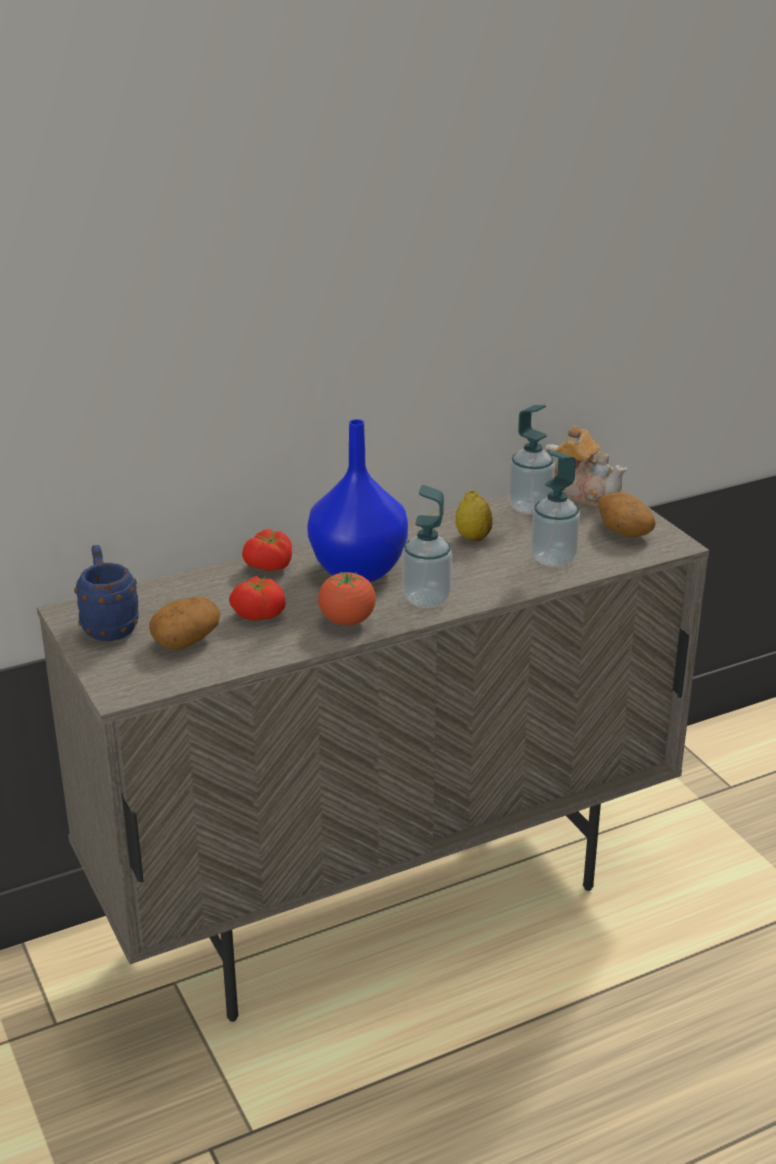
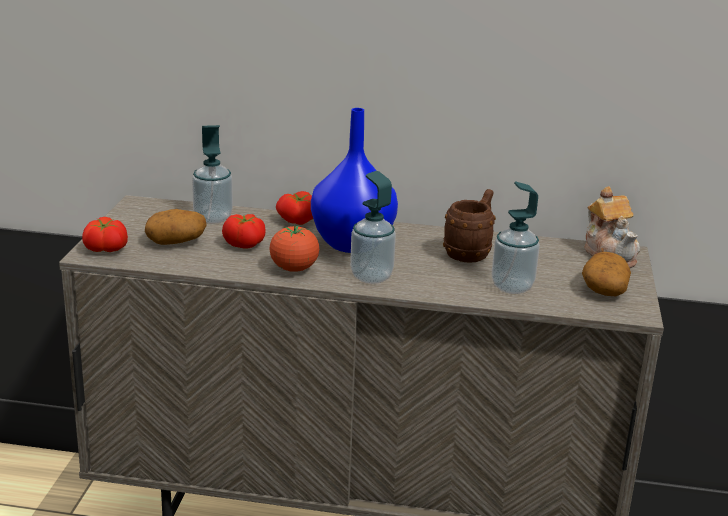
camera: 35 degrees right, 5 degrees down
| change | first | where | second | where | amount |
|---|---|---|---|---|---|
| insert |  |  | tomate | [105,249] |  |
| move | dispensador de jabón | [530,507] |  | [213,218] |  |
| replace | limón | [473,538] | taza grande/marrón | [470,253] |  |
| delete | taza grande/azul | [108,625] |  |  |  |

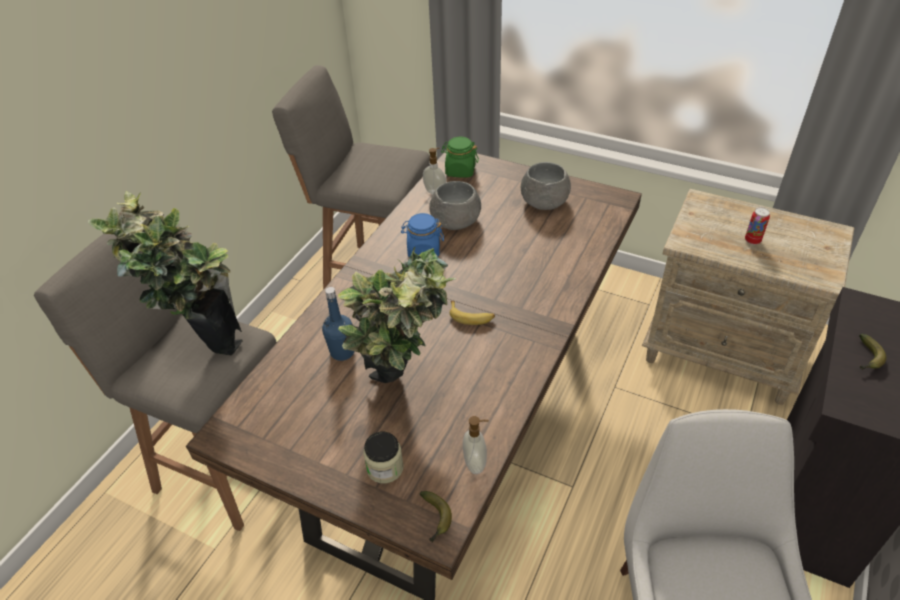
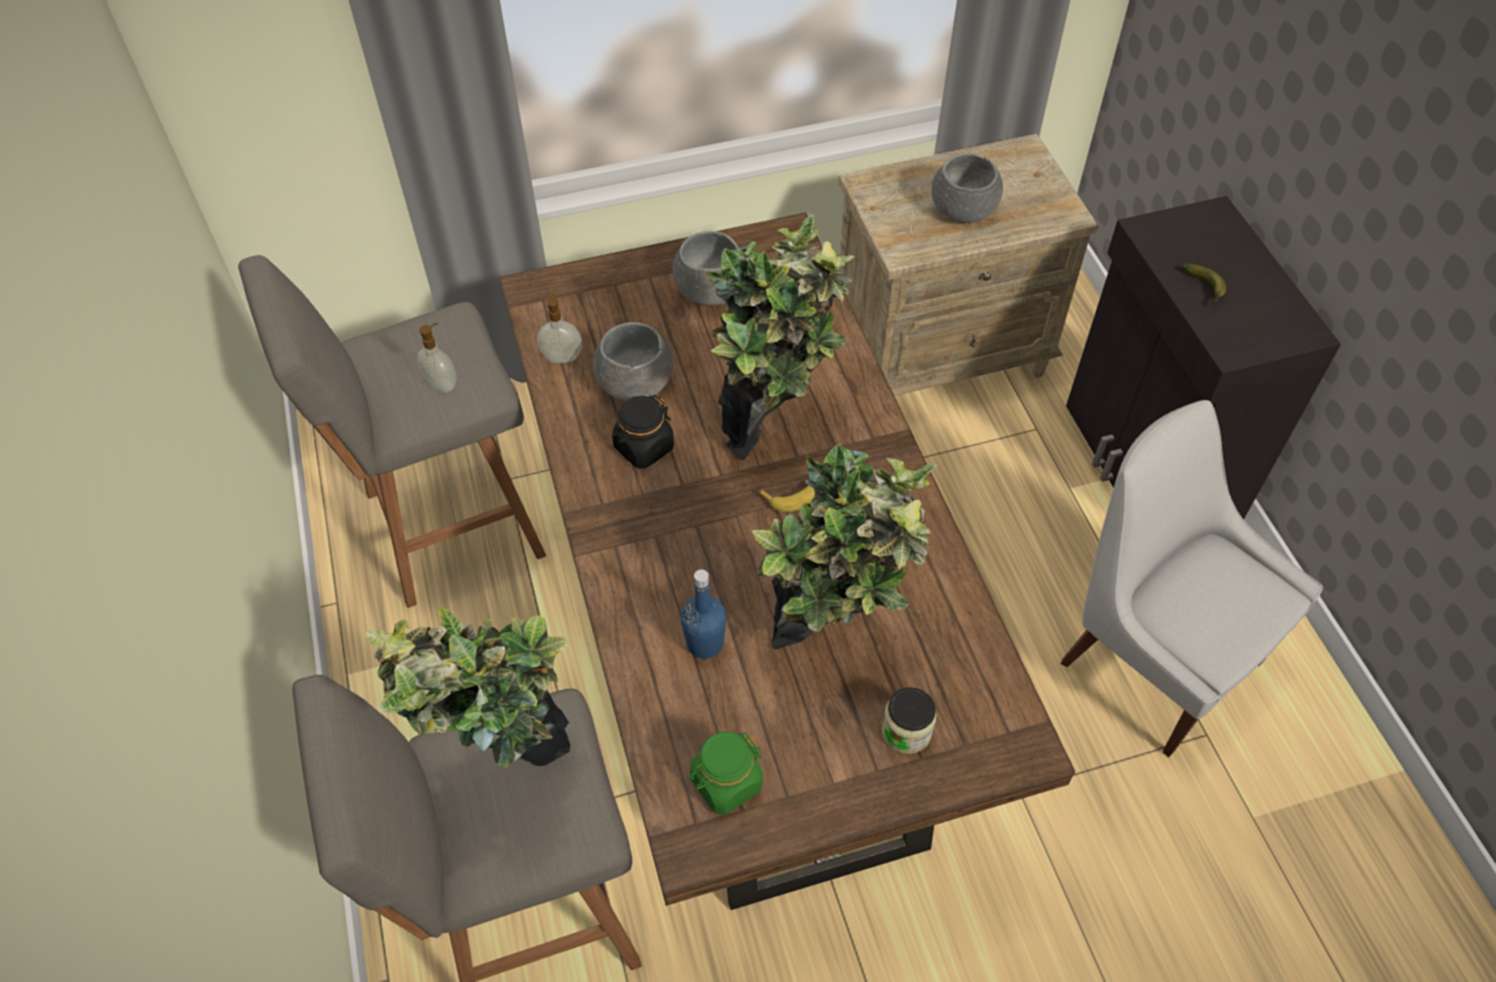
camera: 45 degrees left, 10 degrees up
| change | first | where | second | where | amount |
|---|---|---|---|---|---|
| move | dispensador de jabón | [476,463] |  | [442,383] |  |
| recolor | tarro/azul | [423,250] | tarro/negro | [643,447] |  |
| move | tarro/verde | [460,171] |  | [726,783] |  |
| insert |  |  | planta en maceta | [772,425] |  |
| replace | lata | [752,240] | cuenco/gris | [964,208] |  |
| delete | plátano | [435,519] |  |  |  |

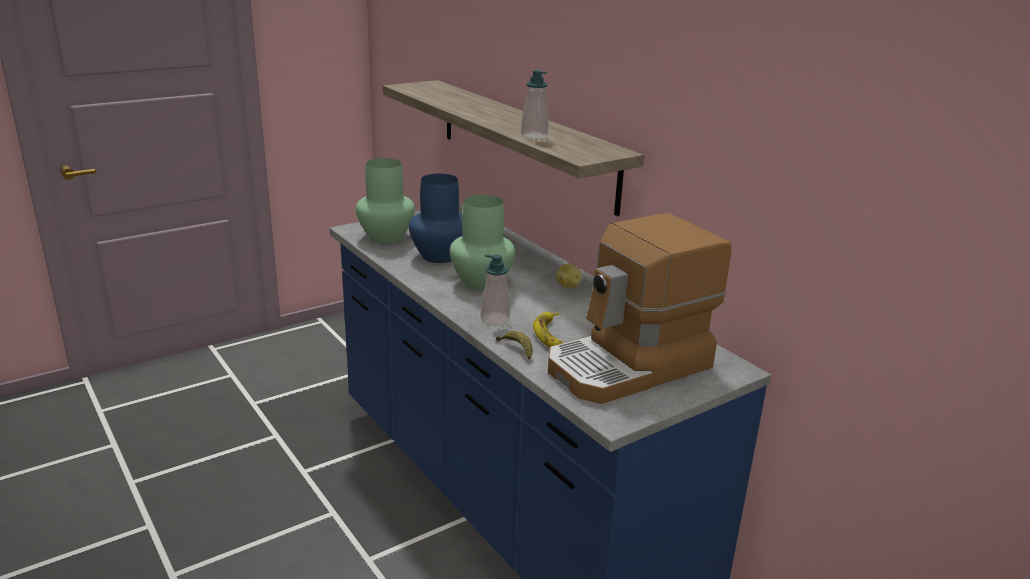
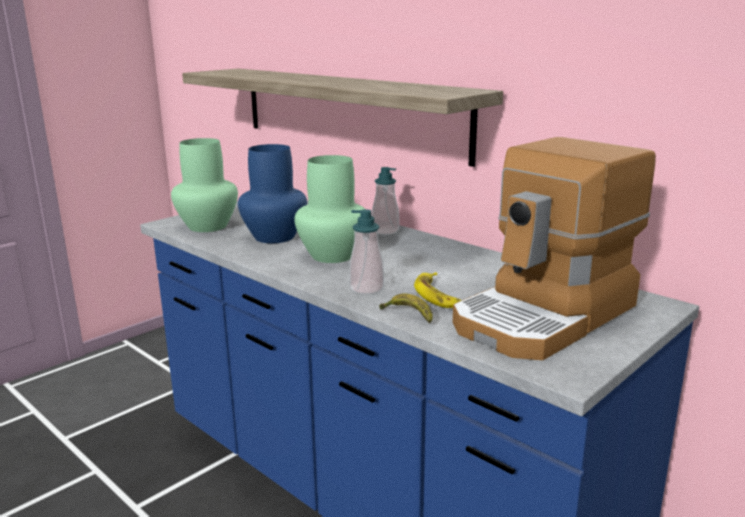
camera: 10 degrees left, 5 degrees down
| change | first | where | second | where | amount |
|---|---|---|---|---|---|
| move | dispensador de jabón | [534,136] |  | [385,231] |  |
| delete | patata | [568,286] |  |  |  |

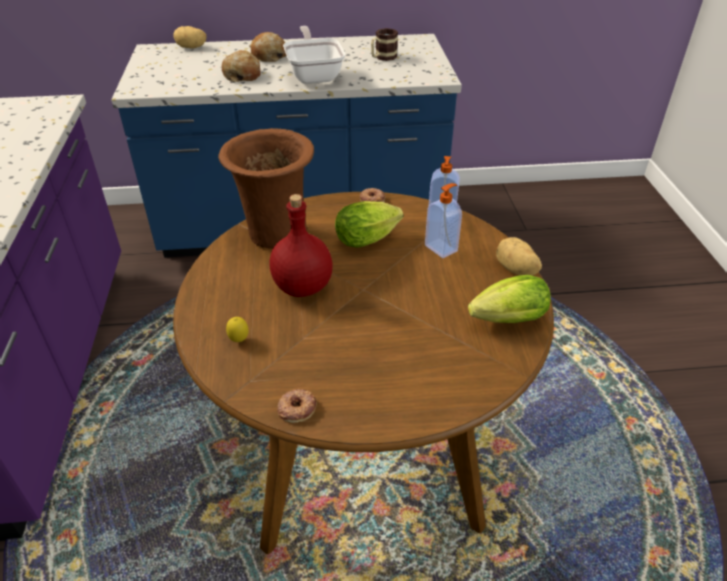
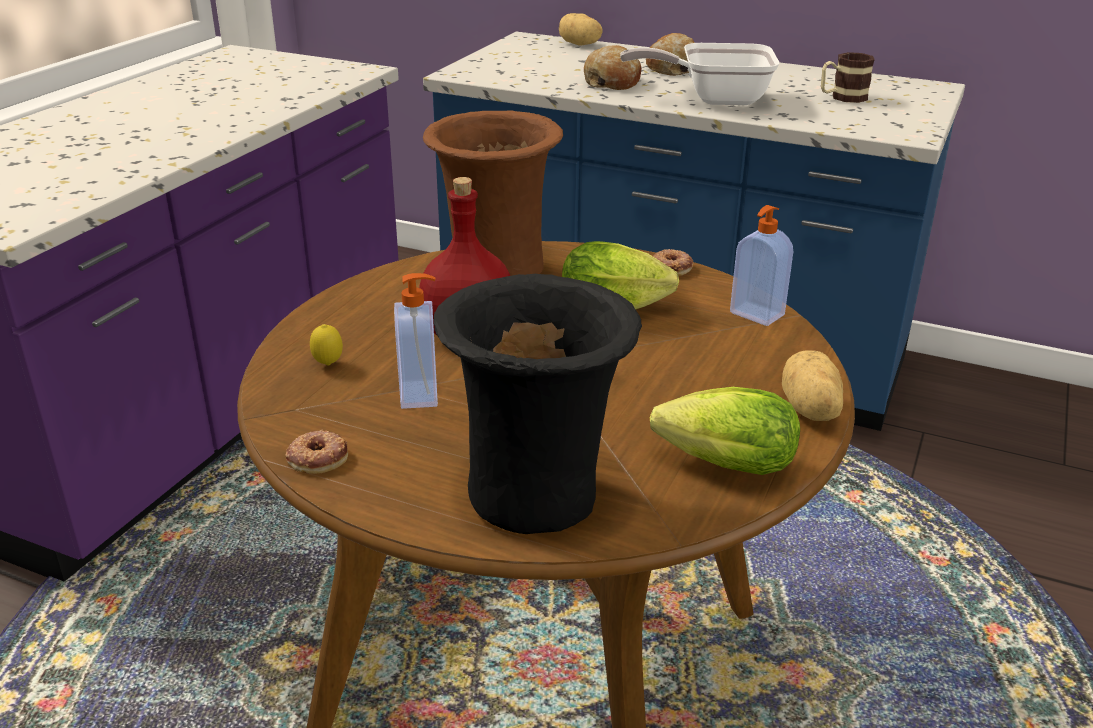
camera: 30 degrees right, 10 degrees down
| change | first | where | second | where | amount |
|---|---|---|---|---|---|
| move | dispensador de jabón | [441,248] |  | [421,394] |  |
| insert |  |  | florero/negro | [536,494] |  |
| rotate | sartén | [314,75] |  | [714,99] | 105 degrees counterclockwise |

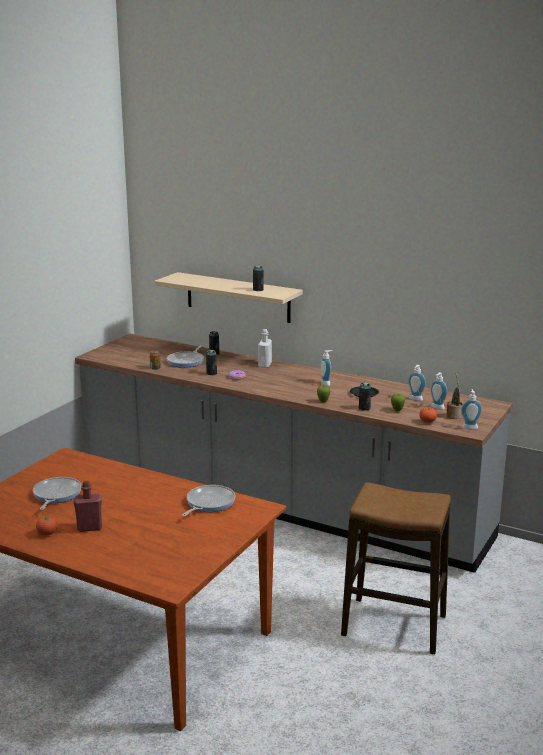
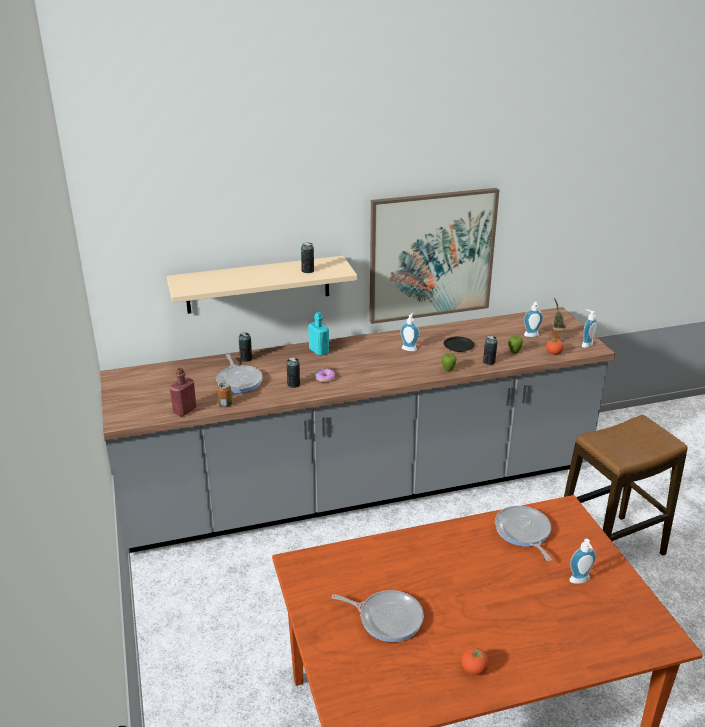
camera: 45 degrees left, 10 degrees up
| change | first | where | second | where | amount |
|---|---|---|---|---|---|
| move | botella/rojo | [89,528] |  | [184,410] |  |
| recolor | botella/blanco | [265,365] | botella/turquesa | [319,351] |  |
| rotate | sartén | [56,495] |  | [387,618] | 150 degrees clockwise |
| insert |  |  | cuadro | [431,255] |  |
| move | dispensador de jabón | [415,399] |  | [580,581] |  |

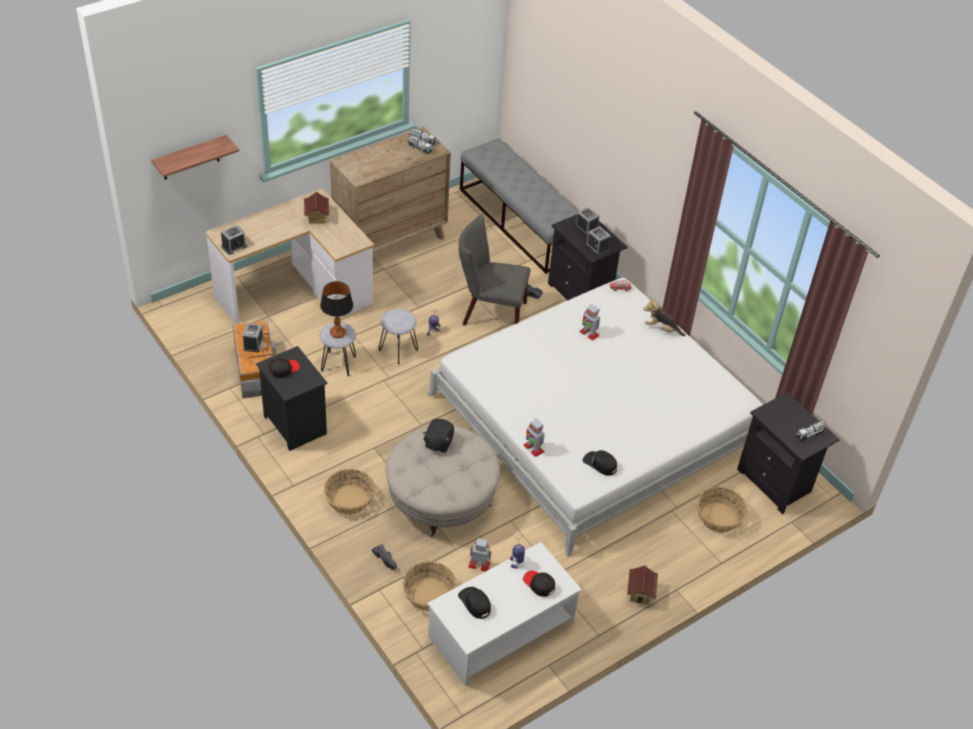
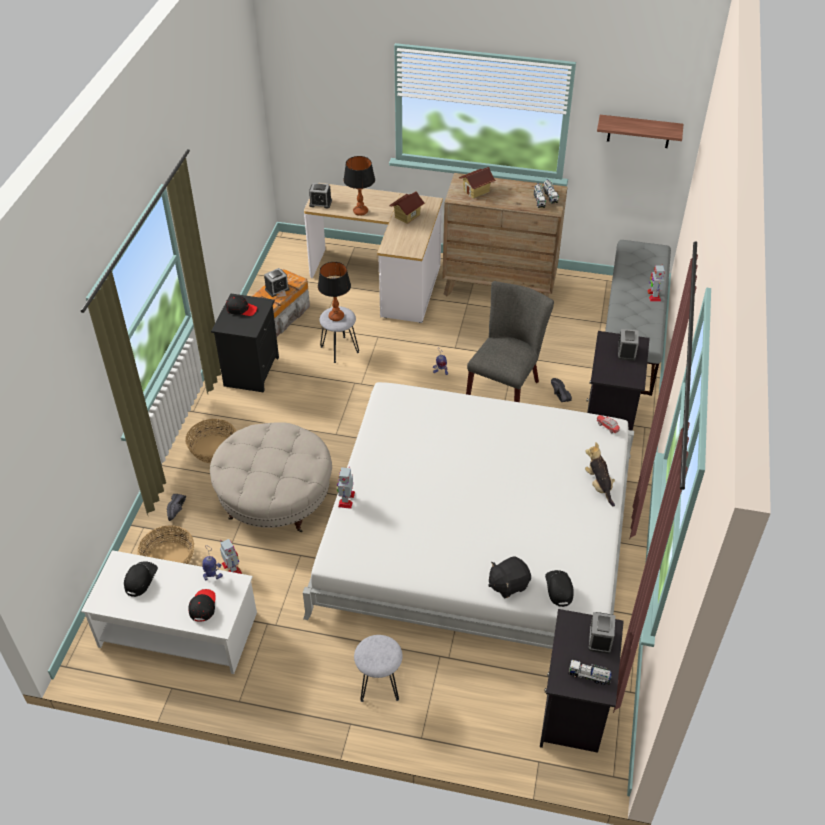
camera: 50 degrees right, 0 degrees up
| change | first | where | second | where | amount |
|---|---|---|---|---|---|
| insert |  |  | lámpara de mesa | [360,212] |  |
| move | taburete/gris | [398,350] |  | [379,683] |  |
| move | casita | [640,593] |  | [476,191] |  |
| rotate | silla/gris | [489,313] |  | [505,388] | 60 degrees clockwise |
| move | peluche/negro | [438,443] |  | [508,584] |  |
| move | gorra/negro | [600,464] |  | [559,588] |  |
| move | despertador | [597,247] |  | [600,639] |  |
| move | estante | [190,158] |  | [639,131] |  |
| move | robot de juguete | [589,333] |  | [654,295] |  |
| delete | cesta | [719,518] |  |  |  |

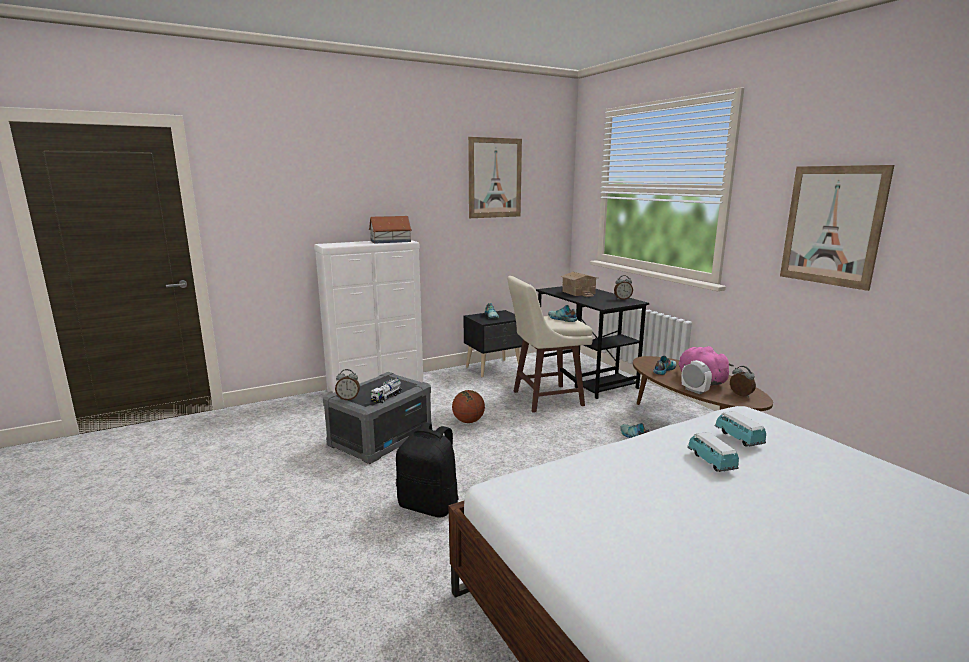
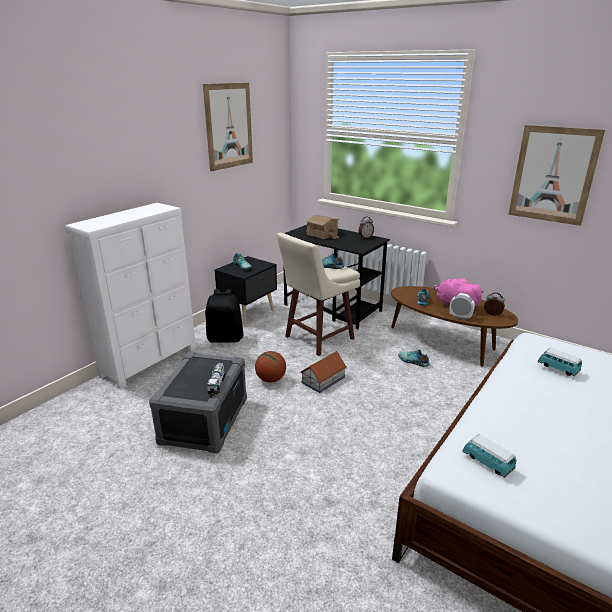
camera: 25 degrees left, 10 degrees up
| change | first | where | second | where | amount |
|---|---|---|---|---|---|
| move | mochila/negro | [429,505] |  | [225,338] |  |
| move | casita | [390,241] |  | [322,380] |  |
| move | coche de juguete | [711,461] |  | [487,462] |  |
| delete | despertador | [348,398] |  |  |  |

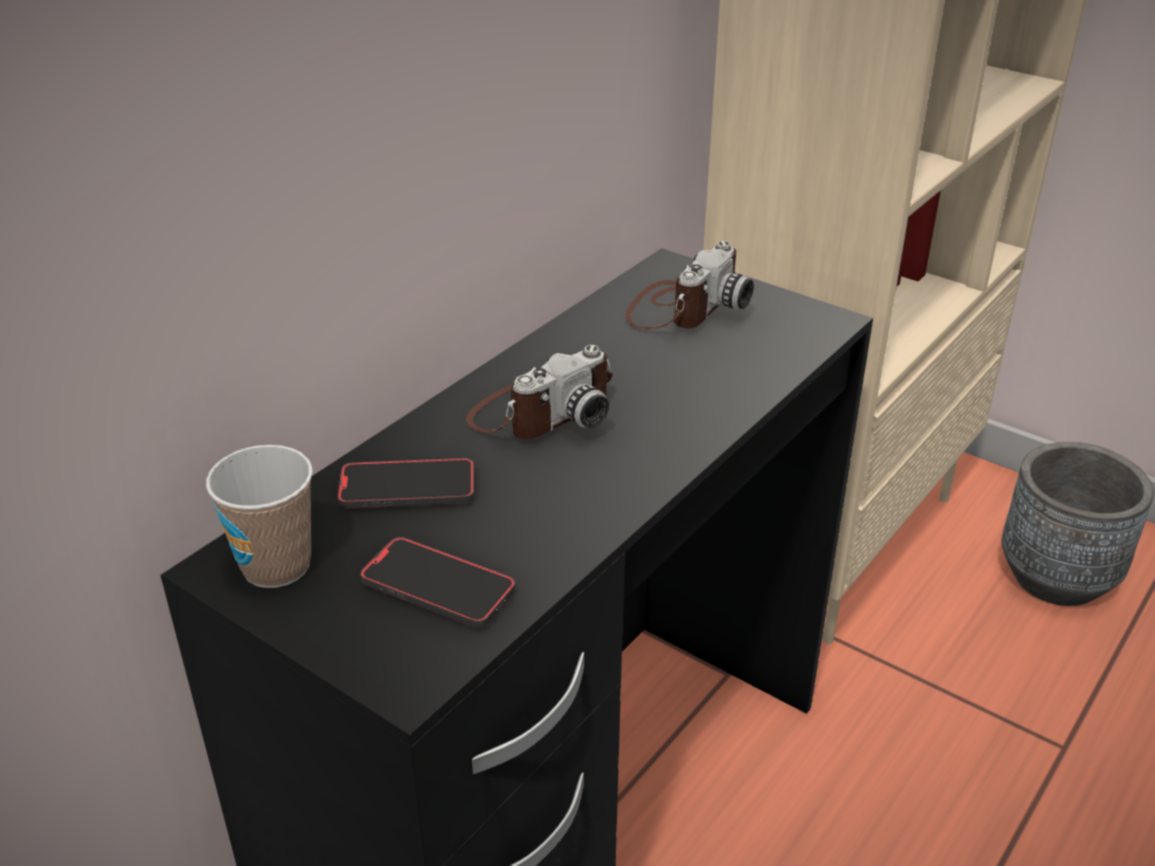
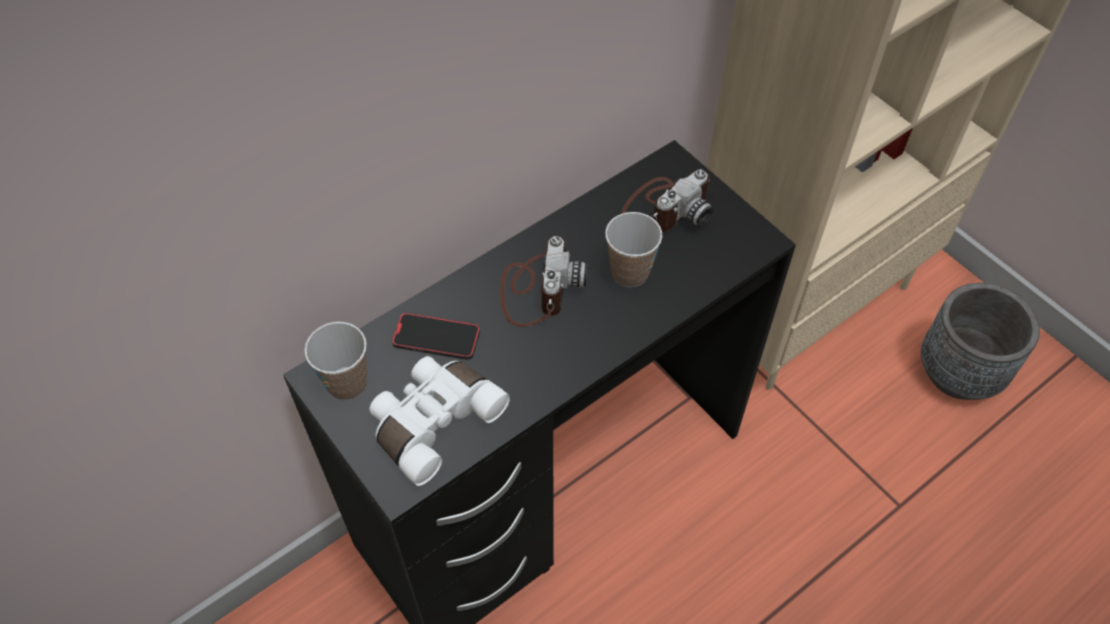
camera: 15 degrees right, 20 degrees up
| change | first | where | second | where | amount |
|---|---|---|---|---|---|
| replace | móvil | [438,587] | prismáticos/blanco | [433,421] |  |
| rotate | cámara | [541,412] |  | [537,289] | 60 degrees counterclockwise |
| insert |  |  | taza | [629,273] |  |

